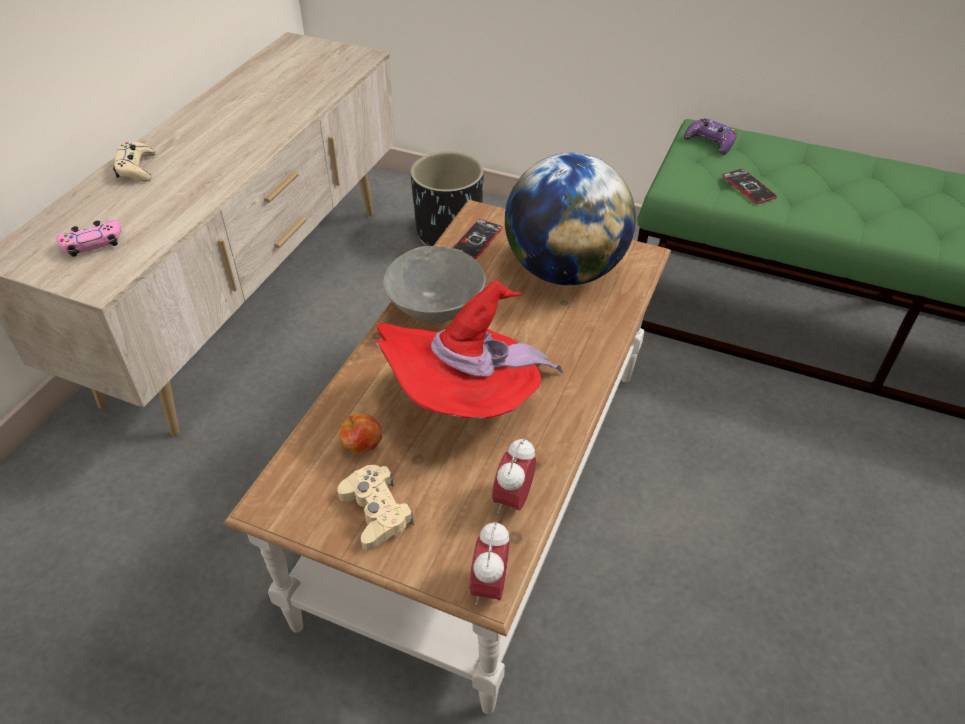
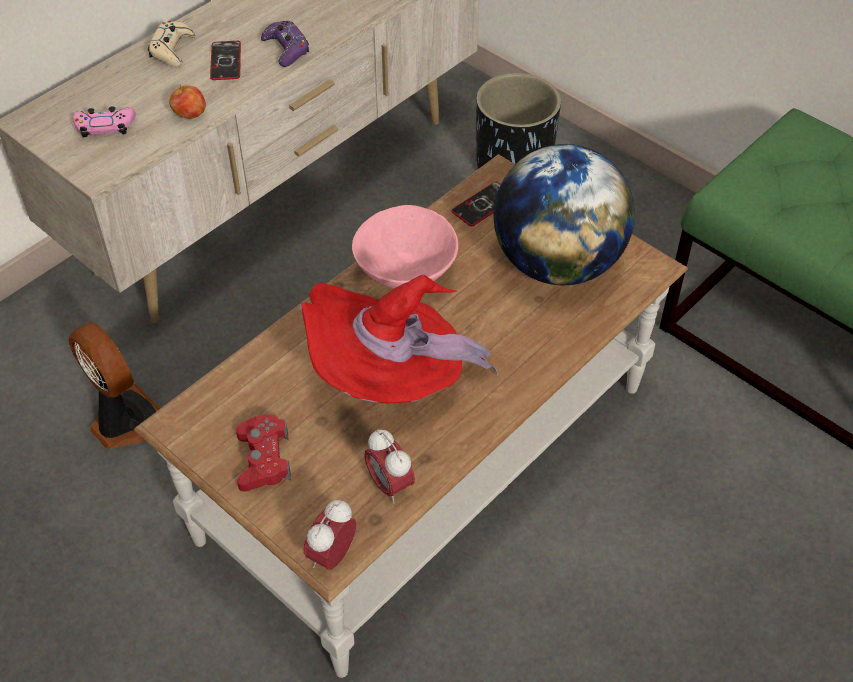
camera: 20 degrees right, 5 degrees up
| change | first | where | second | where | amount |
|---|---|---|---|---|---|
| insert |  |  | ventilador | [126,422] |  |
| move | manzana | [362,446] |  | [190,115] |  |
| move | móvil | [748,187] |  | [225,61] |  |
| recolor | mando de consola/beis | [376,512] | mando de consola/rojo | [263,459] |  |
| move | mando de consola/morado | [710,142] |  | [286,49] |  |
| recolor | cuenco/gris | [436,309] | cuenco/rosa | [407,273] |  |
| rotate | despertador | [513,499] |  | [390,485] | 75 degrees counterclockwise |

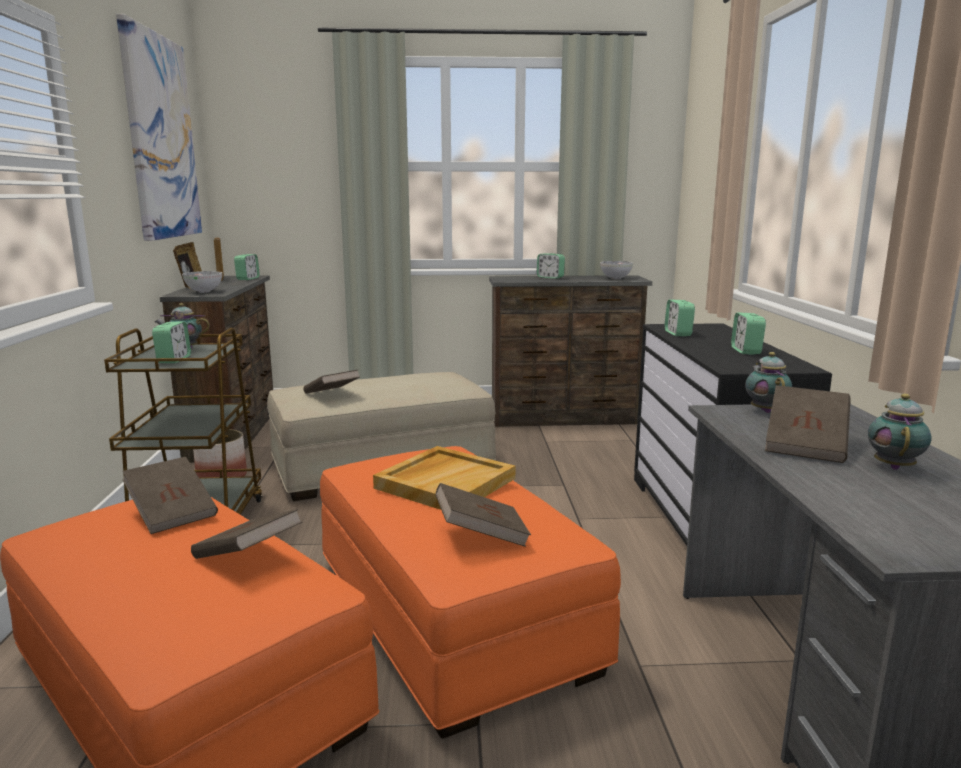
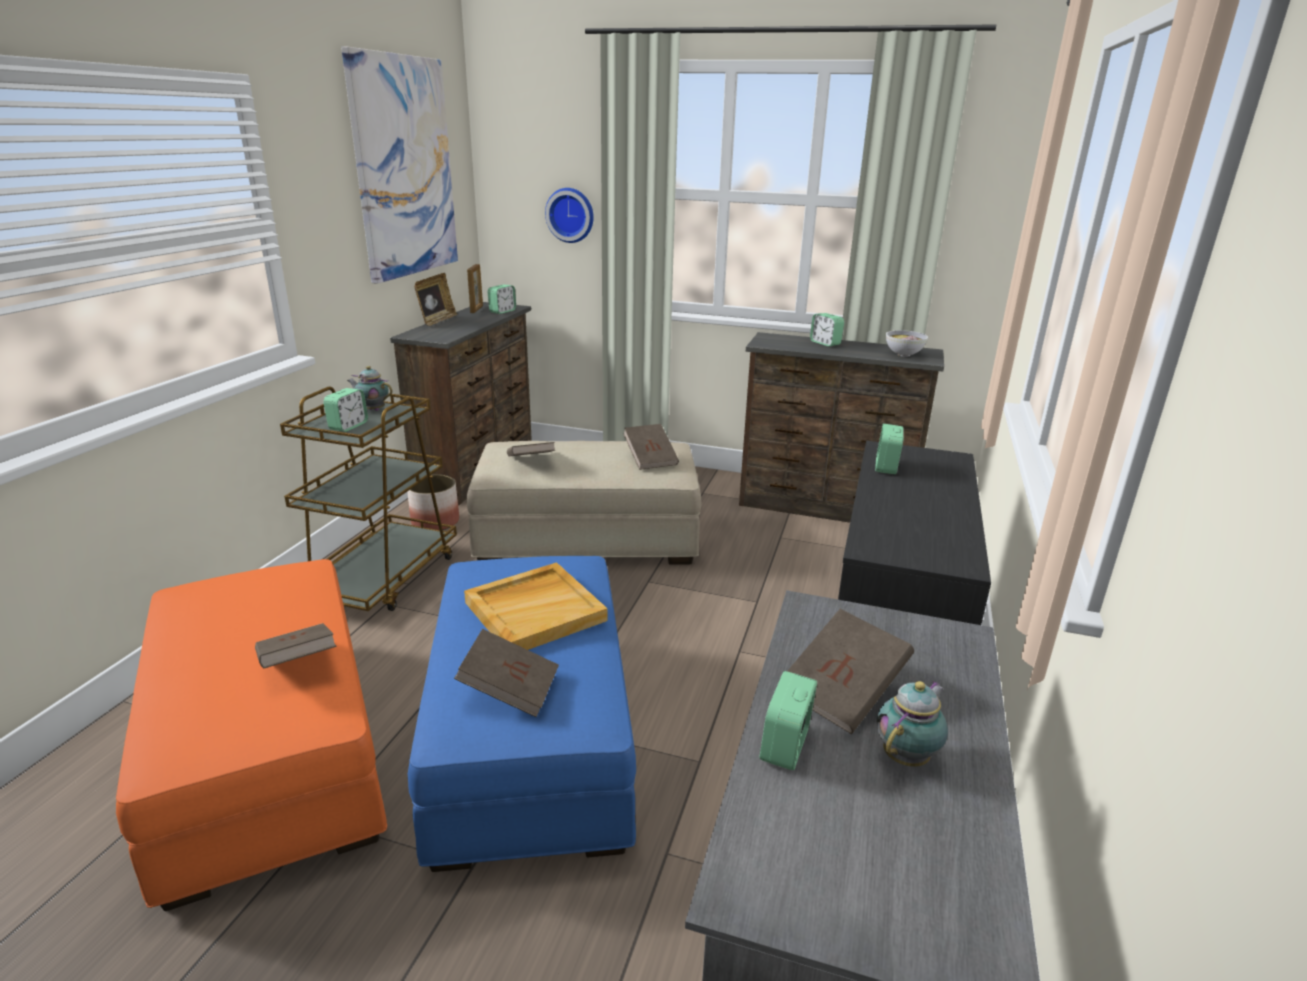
camera: 20 degrees right, 10 degrees up
| change | first | where | second | where | amount |
|---|---|---|---|---|---|
| recolor | puf/naranja | [451,614] | puf/azul | [531,737] |  |
| insert |  |  | reloj de pared | [571,215] |  |
| move | libro/marrón | [172,513] |  | [650,459] |  |
| move | despertador | [746,351] |  | [785,746] |  |
| delete | cuenco | [204,291] |  |  |  |
| delete | tetera | [765,410] |  |  |  |

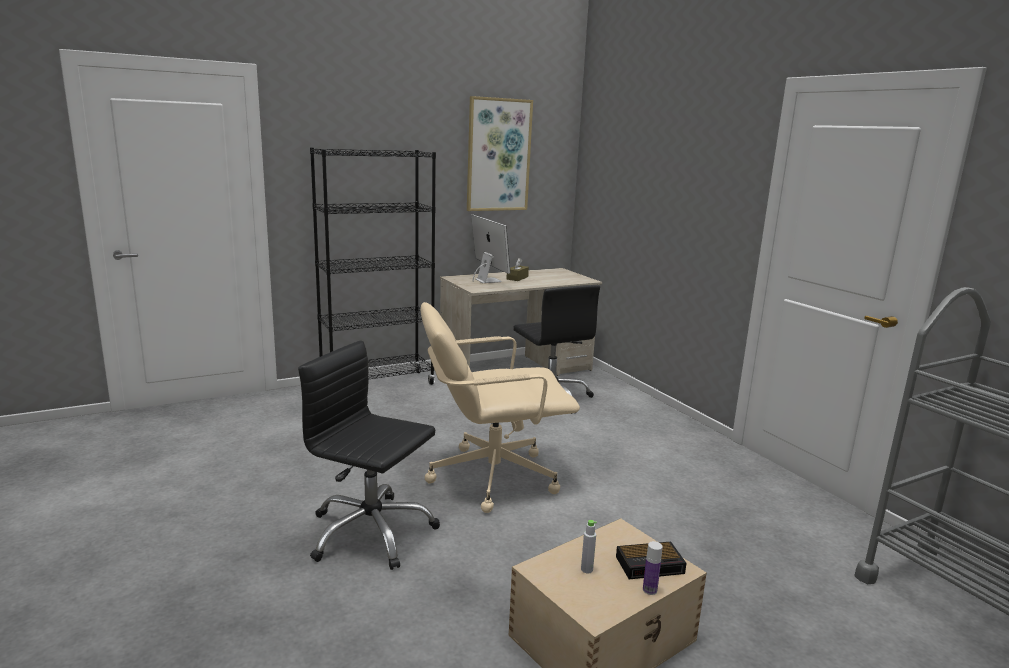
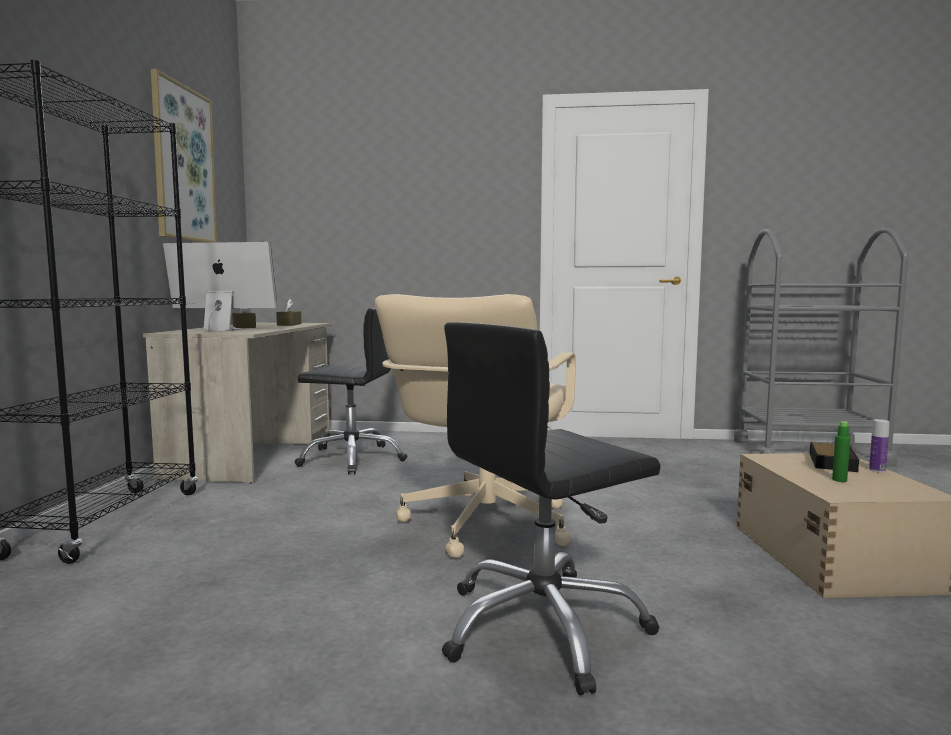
camera: 55 degrees left, 10 degrees down
| change | first | where | second | where | amount |
|---|---|---|---|---|---|
| insert |  |  | caja de pañuelos/marrón | [289,324] |  |
| recolor | botella/gris | [586,569] | botella/verde | [839,480] |  |

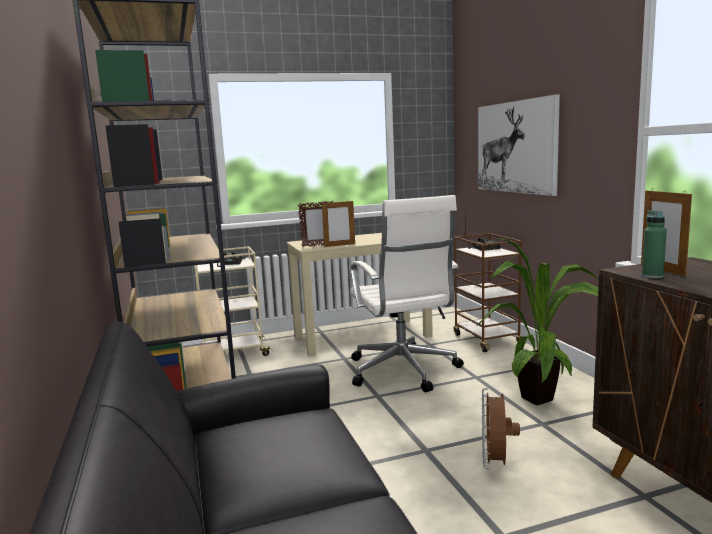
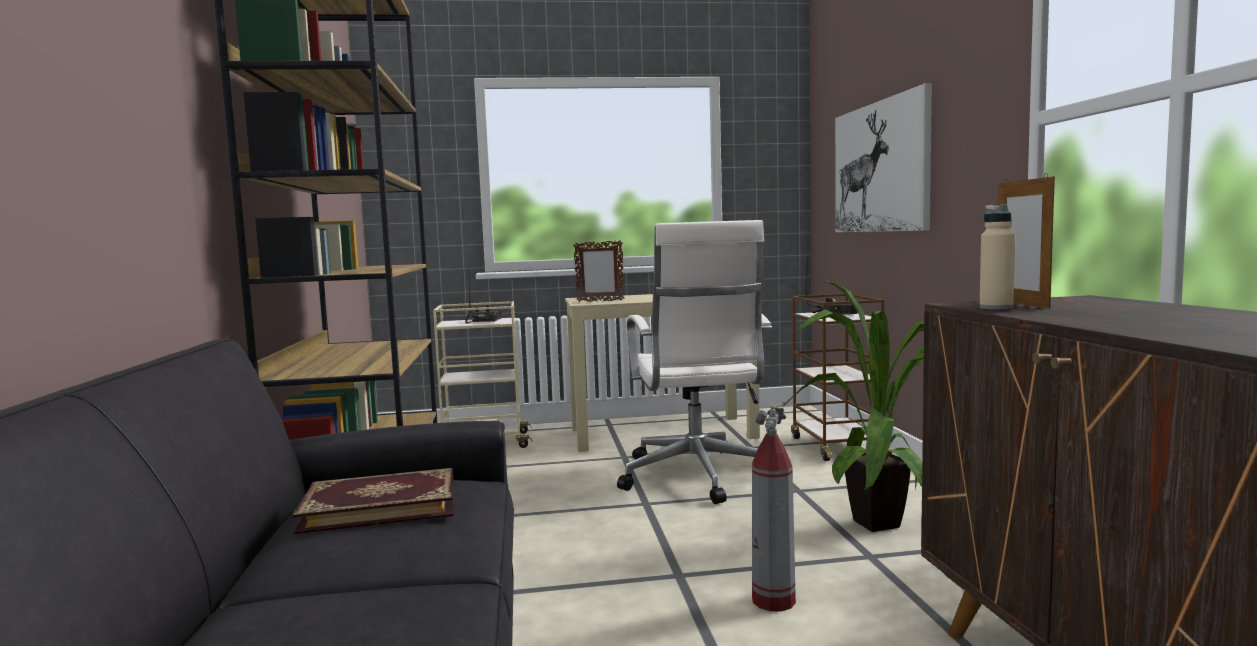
camera: 10 degrees right, 5 degrees down
| change | first | where | second | where | amount |
|---|---|---|---|---|---|
| insert |  |  | libro | [381,505] |  |
| replace | ventilador/marrón | [496,463] | extintor | [773,601] |  |
| recolor | botella/verde | [652,276] | botella/beis | [996,308] |  |
| delete | portarretratos | [339,245] |  |  |  |

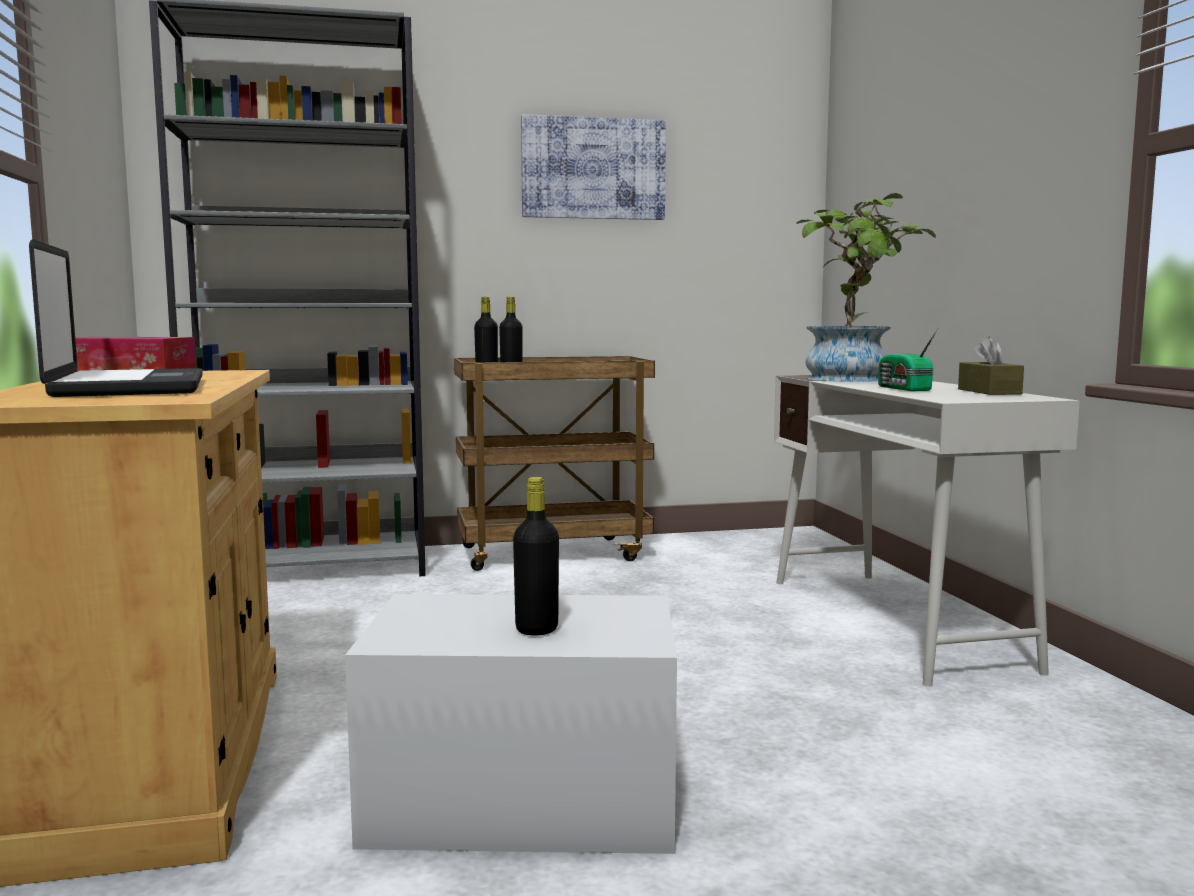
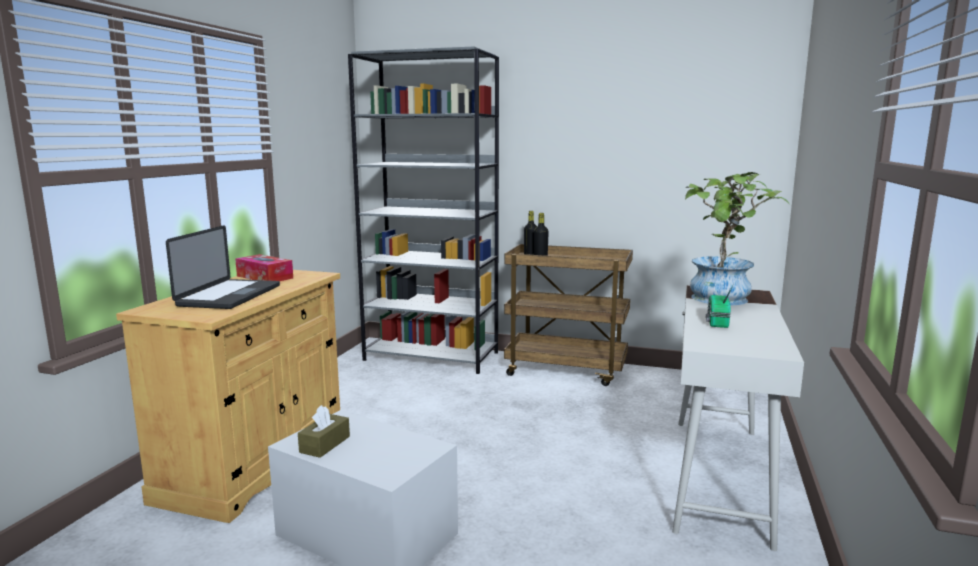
camera: 30 degrees right, 5 degrees up
| change | first | where | second | where | amount |
|---|---|---|---|---|---|
| move | caja de pañuelos/marrón | [989,391] |  | [325,444] |  |
| delete | botella/negro | [537,629] |  |  |  |
| delete | cuadro | [593,169] |  |  |  |

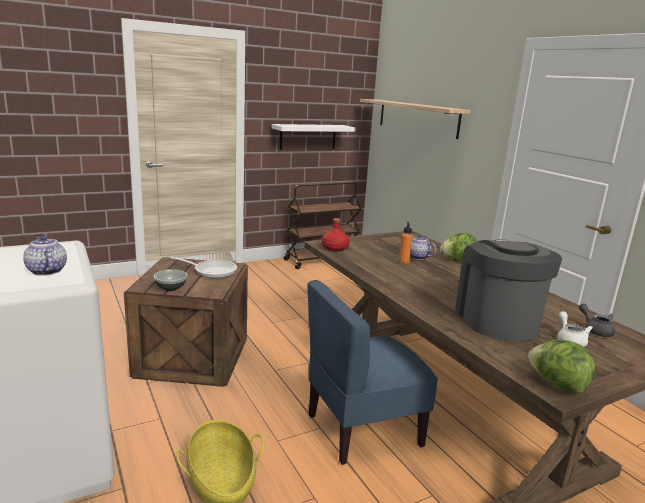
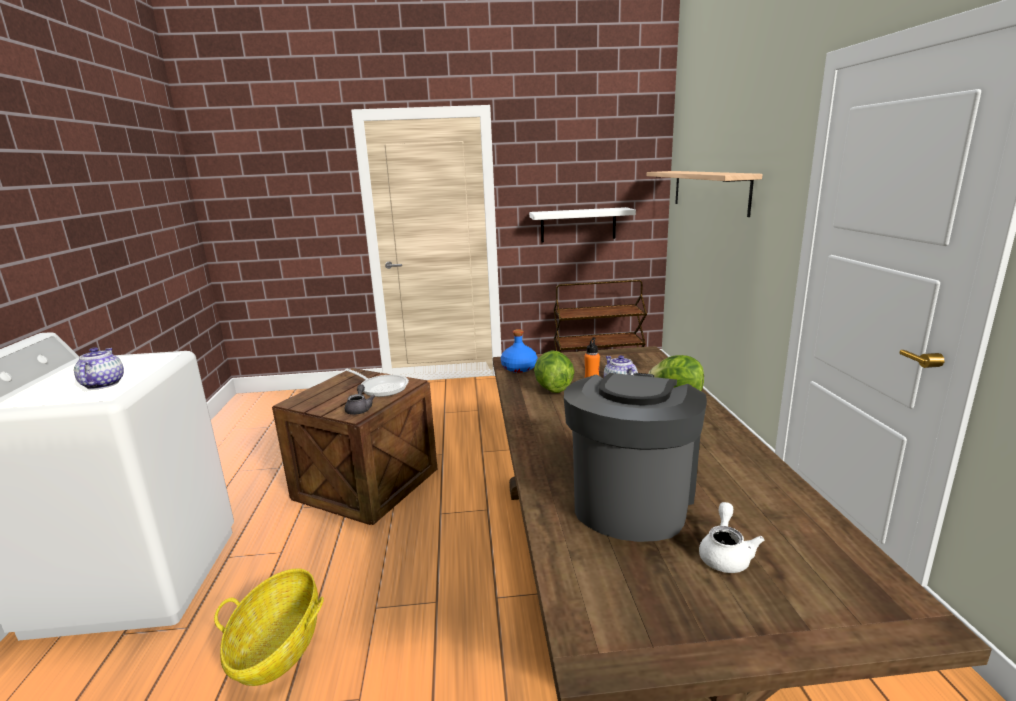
camera: 25 degrees right, 0 degrees up
| change | first | where | second | where | amount |
|---|---|---|---|---|---|
| move | tetera/gris | [595,330] |  | [359,409] |  |
| recolor | botella/rojo | [334,248] | botella/azul | [518,368] |  |
| move | lechuga | [556,384] |  | [552,388] |  |
| delete | cuenco | [170,288] |  |  |  |
| delete | silla/azul | [362,429] |  |  |  |

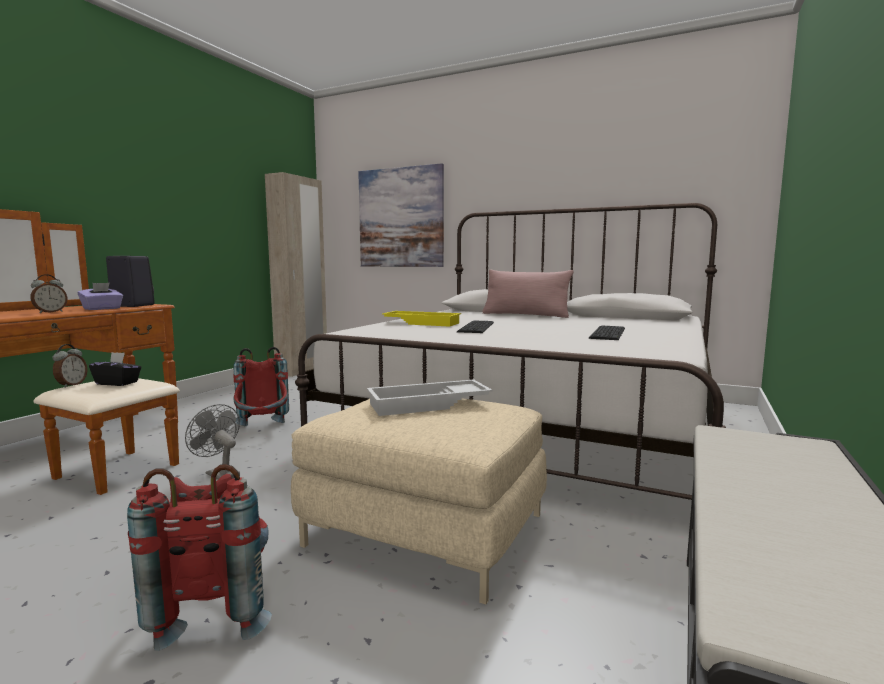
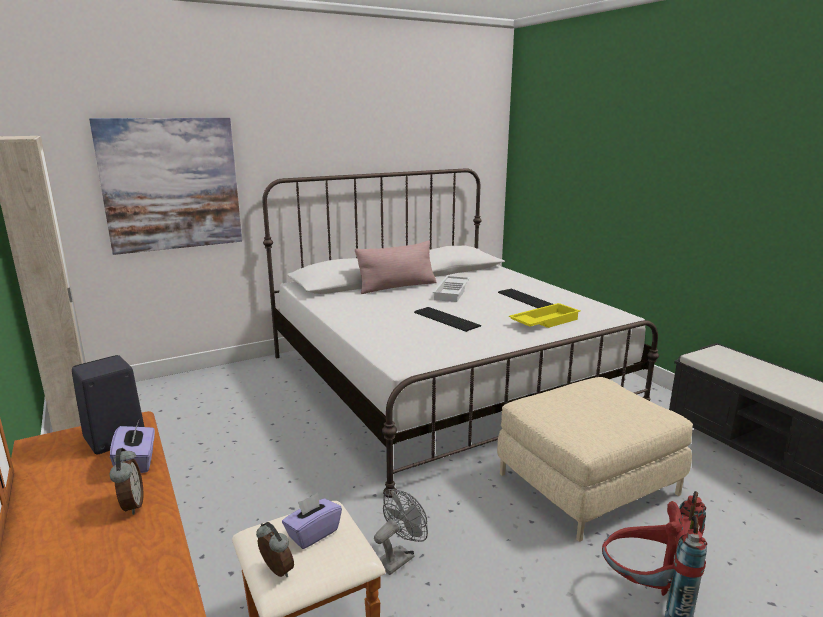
camera: 55 degrees left, 10 degrees up
| change | first | where | second | where | amount |
|---|---|---|---|---|---|
| recolor | caja de pañuelos/negro | [117,383] | caja de pañuelos/morado | [313,533] |  |
| rotate | ventilador/gris | [219,474] |  | [399,557] | 150 degrees clockwise |
| move | bandeja/blanco | [428,405] |  | [452,292] |  |
| move | bandeja/amarillo | [423,323] |  | [544,321] |  |
| delete | mochila/rojo | [263,429] |  |  |  |

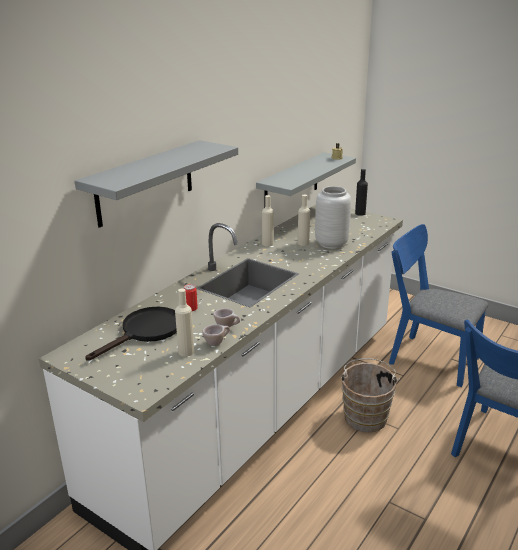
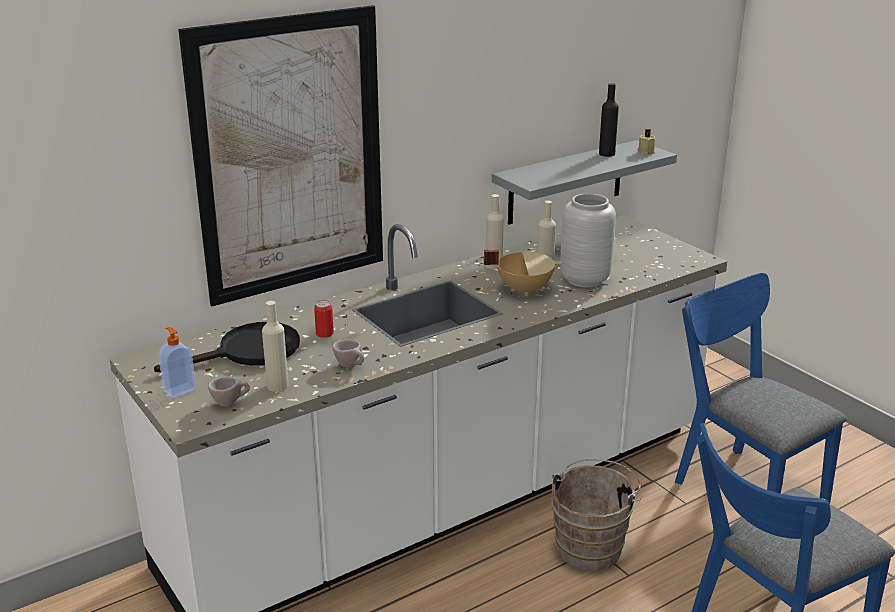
camera: 20 degrees right, 0 degrees up
| change | first | where | second | where | amount |
|---|---|---|---|---|---|
| insert |  |  | dispensador de jabón | [179,390] |  |
| replace | estante/gris | [145,183] | cuadro | [290,156] |  |
| move | taza/beis | [217,343] |  | [230,403] |  |
| insert |  |  | olla/beis | [524,289] |  |
| move | botella/negro | [360,213] |  | [606,154] |  |

